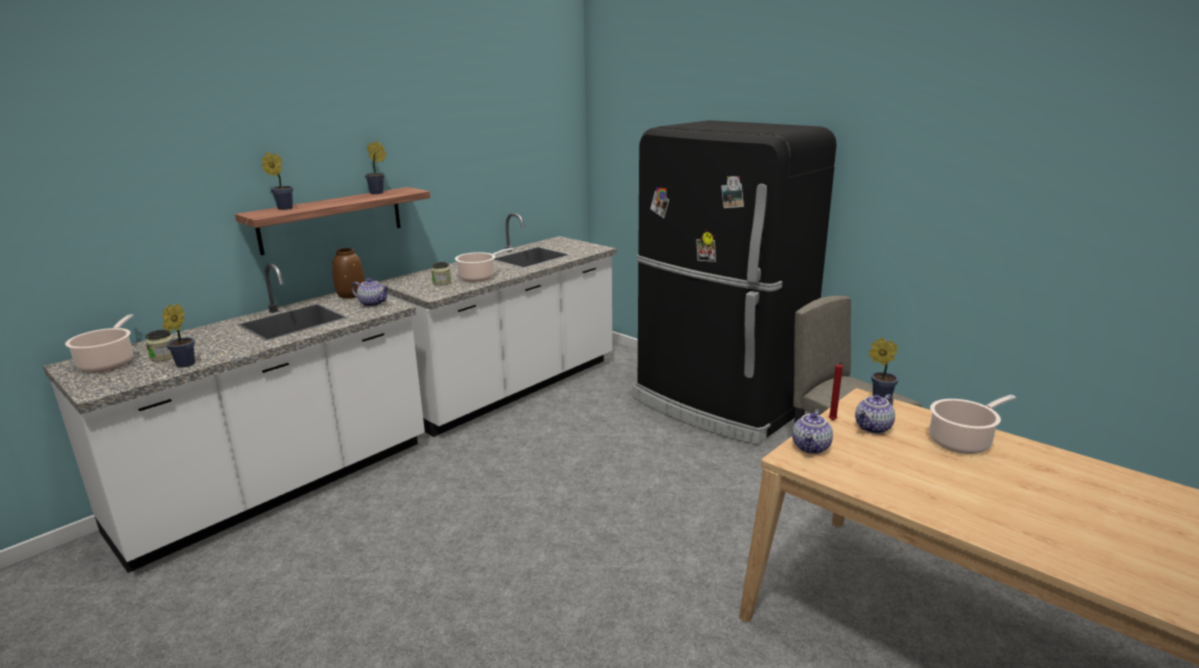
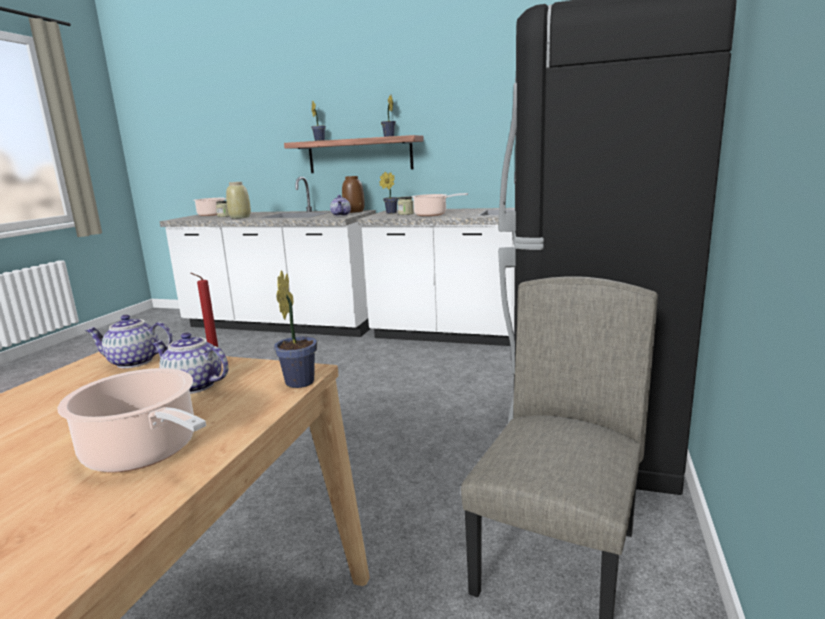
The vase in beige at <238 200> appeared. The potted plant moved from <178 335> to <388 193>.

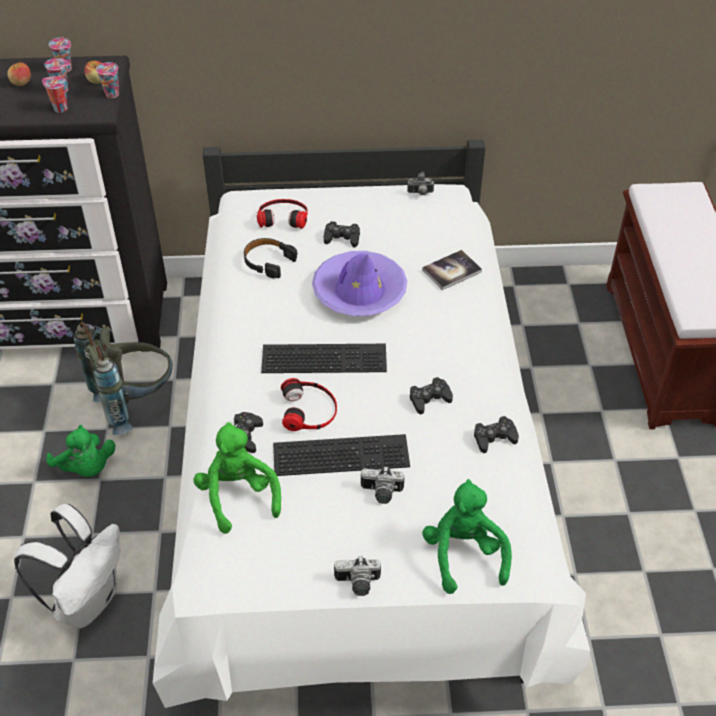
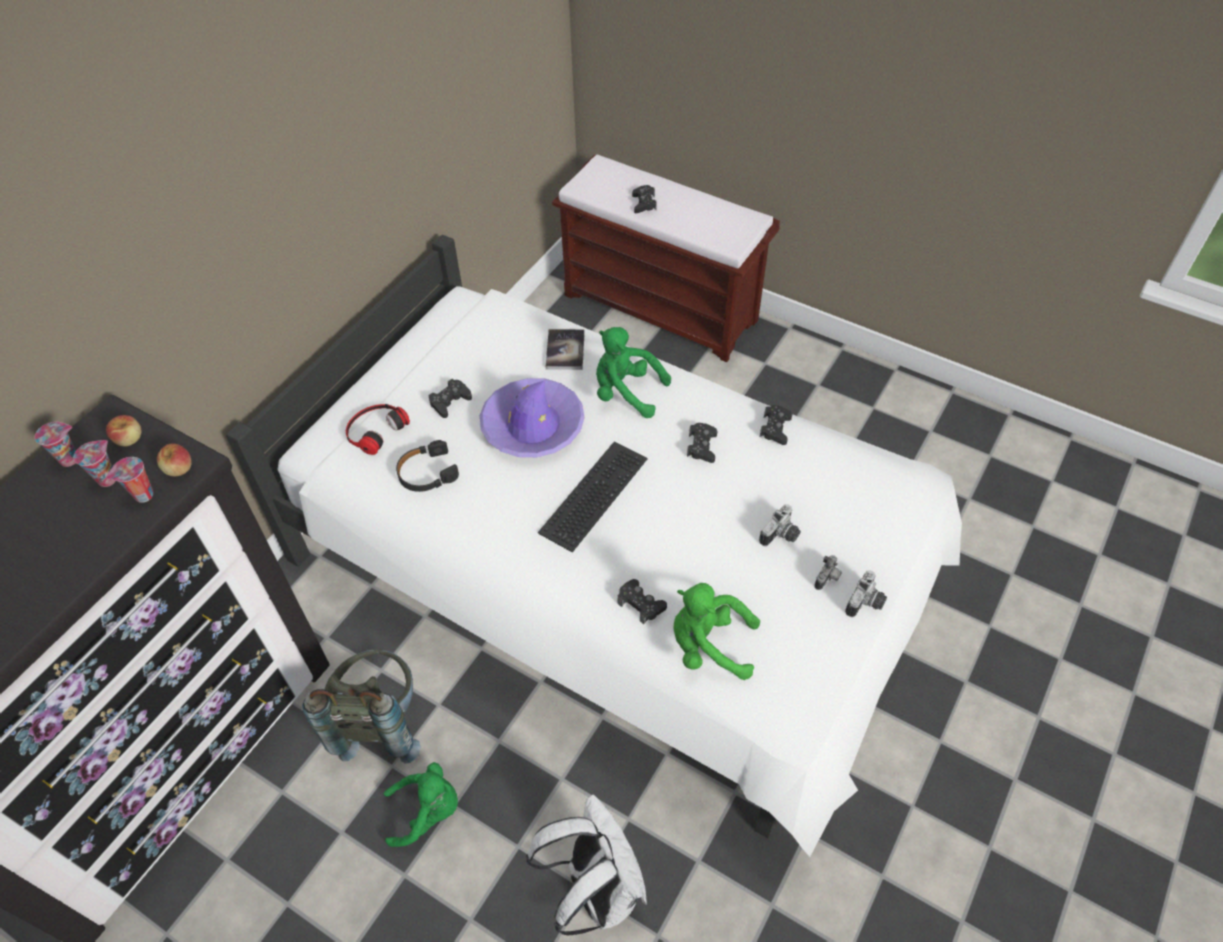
The apple moved from <19 74> to <174 460>. The plush toy in green moved from <467 536> to <633 372>. The game controller in black at <644 199> appeared. The photo camera moved from <420 183> to <828 572>. The cup at <107 80> disappeared. The keyboard at <341 455> disappeared. The headphones at <309 404> disappeared.

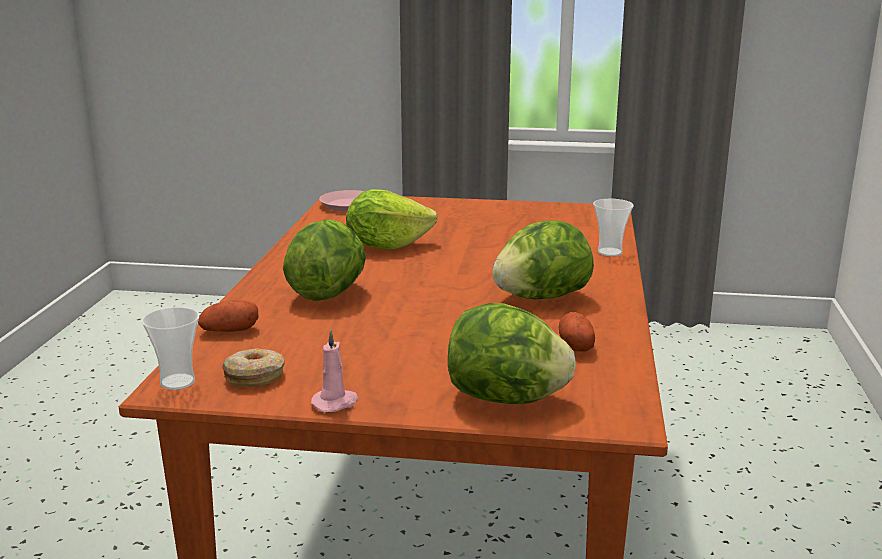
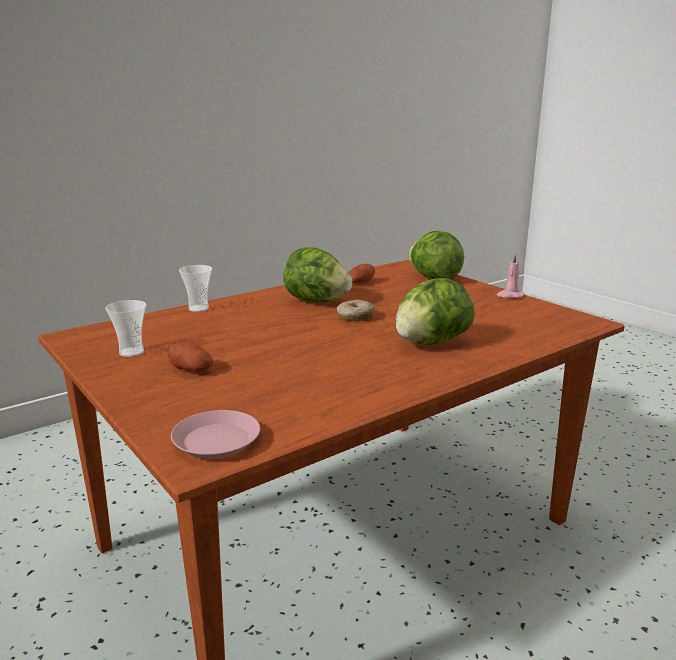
The cup moved from <170 348> to <125 328>. The potato moved from <228 316> to <190 357>. The donut moved from <253 367> to <356 310>. The lettuce at <392 219> disappeared.

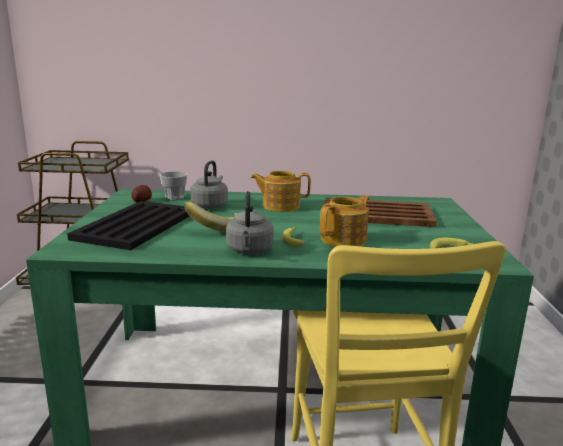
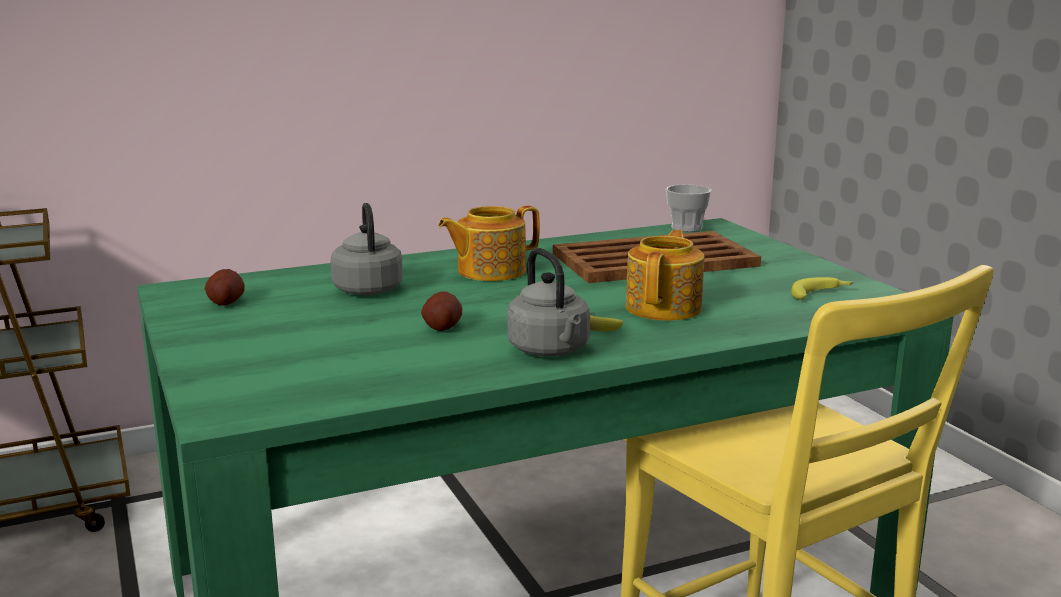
The banana at <211 217> was replaced by the potato at <441 311>. The cup moved from <174 185> to <688 208>. The tray in black at <128 225> disappeared.

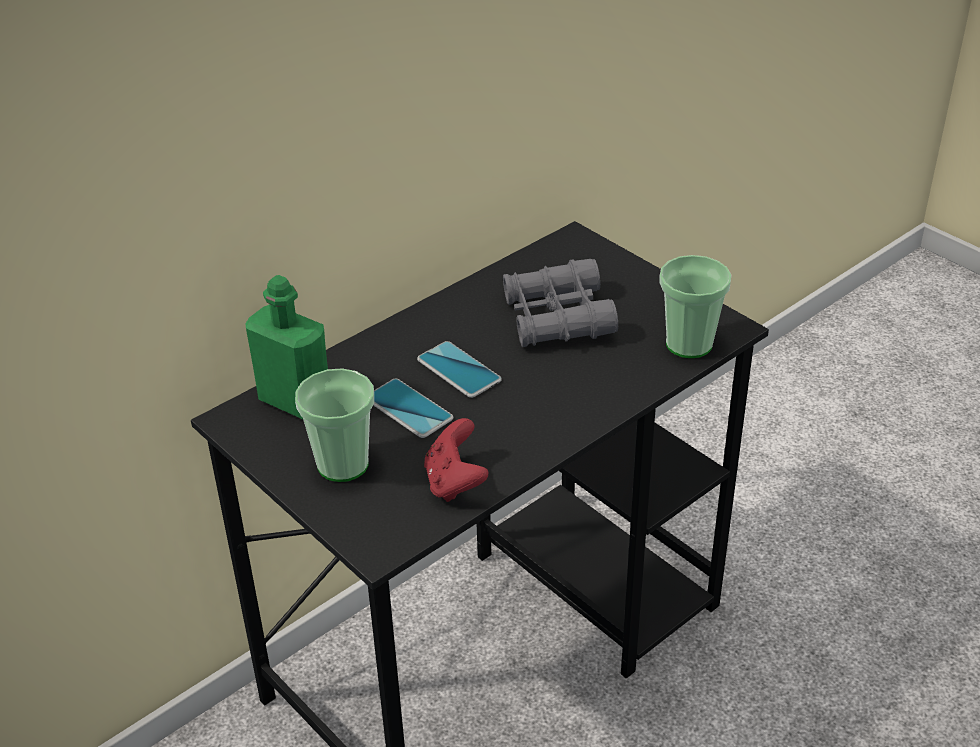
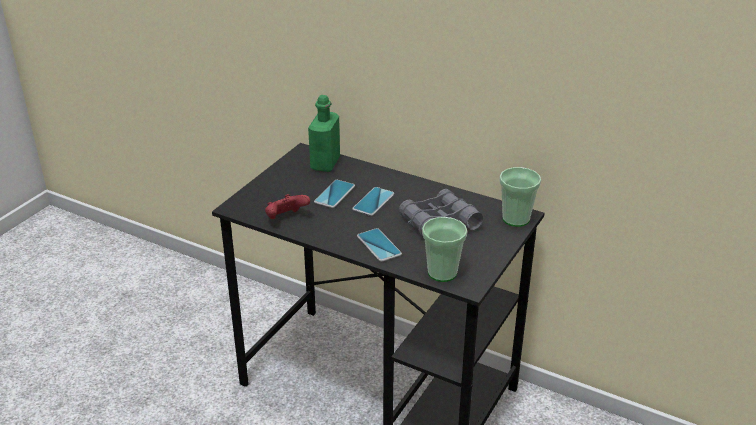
The phone at <379 245> appeared. The cup moved from <334 425> to <520 197>.

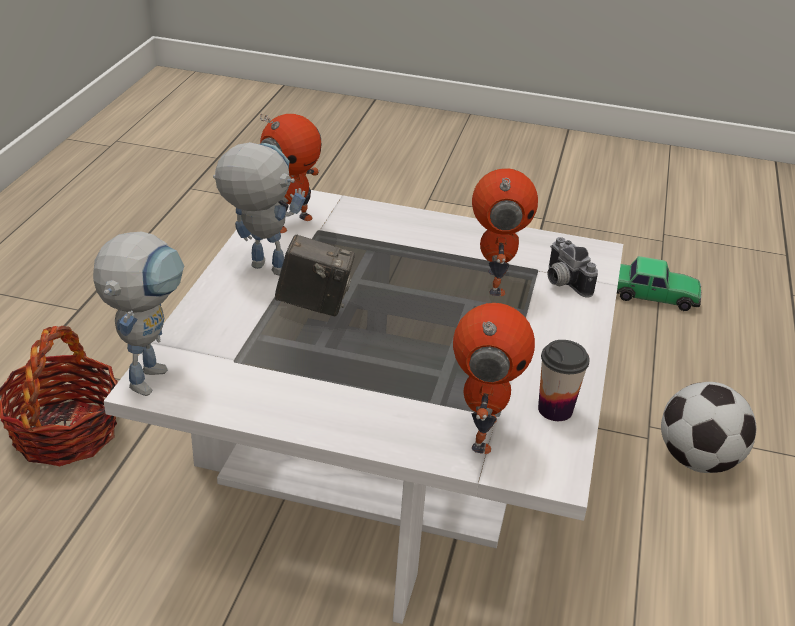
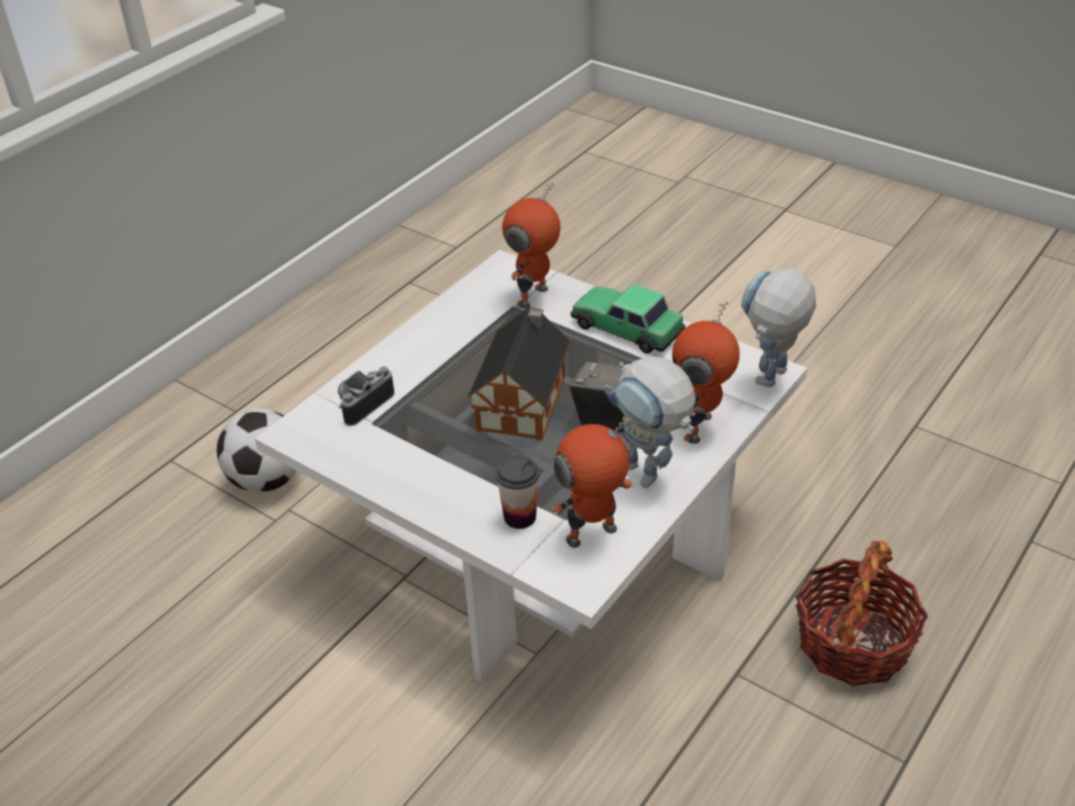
The photo camera at <572 267> turned 135 degrees counterclockwise. The toy house at <519 374> appeared. The cup moved from <564 380> to <517 492>. The toy car moved from <659 283> to <628 319>. The toy robot moved from <505 232> to <706 373>.

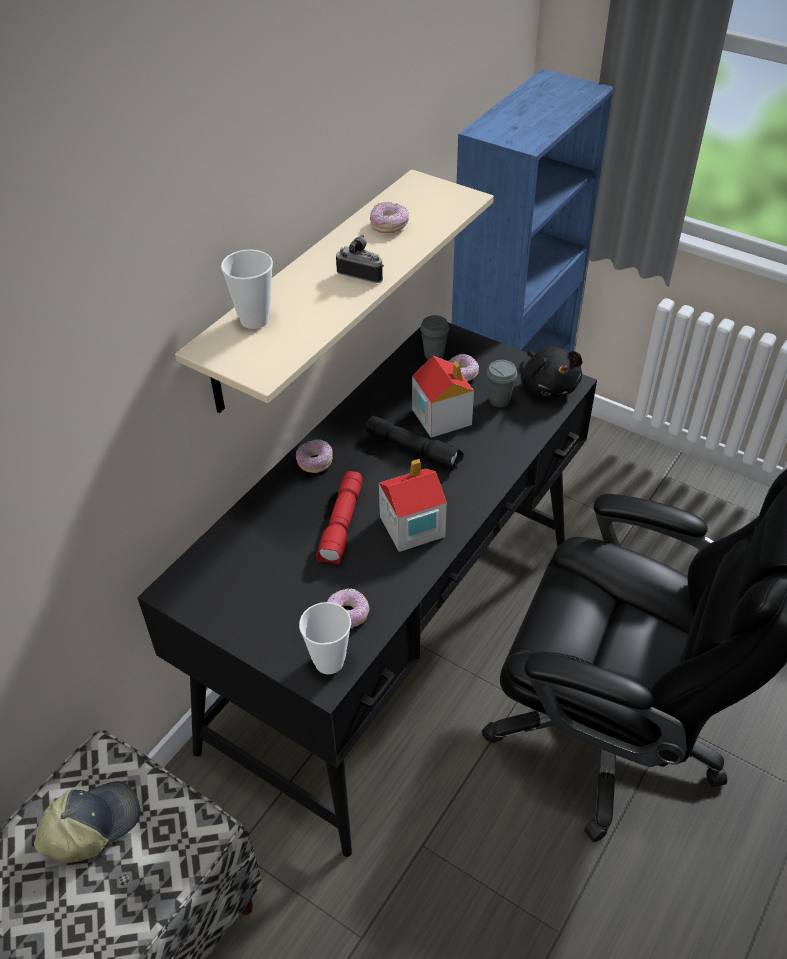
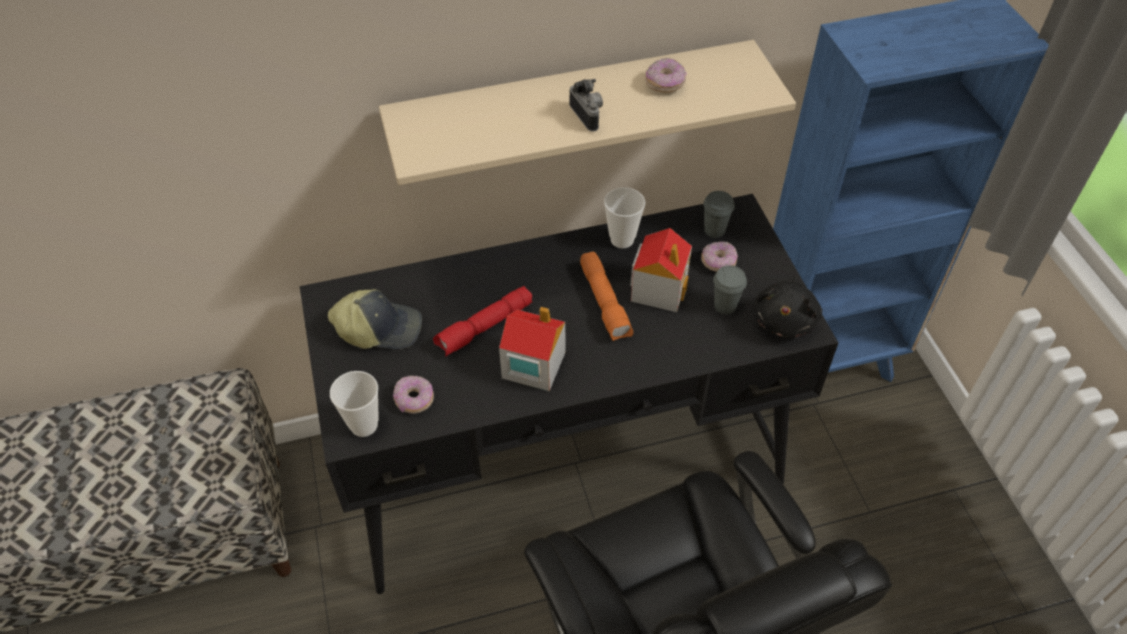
The cap moved from <87 822> to <375 319>. The flashlight in black at <414 443> became the flashlight in orange at <606 296>. The cup moved from <247 289> to <624 217>. The donut at <314 456> disappeared.

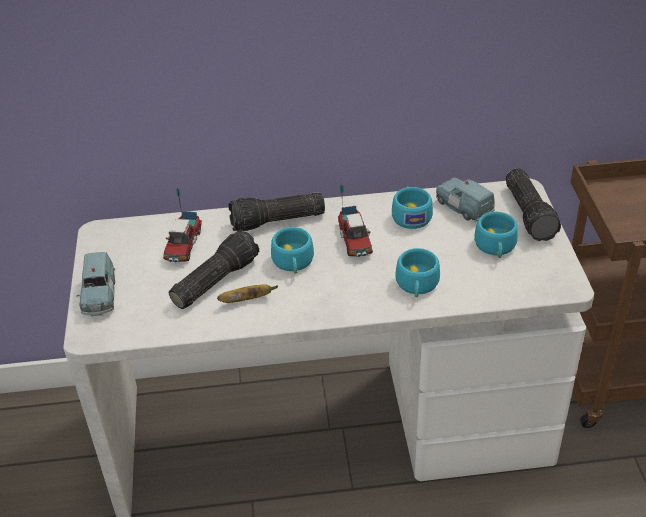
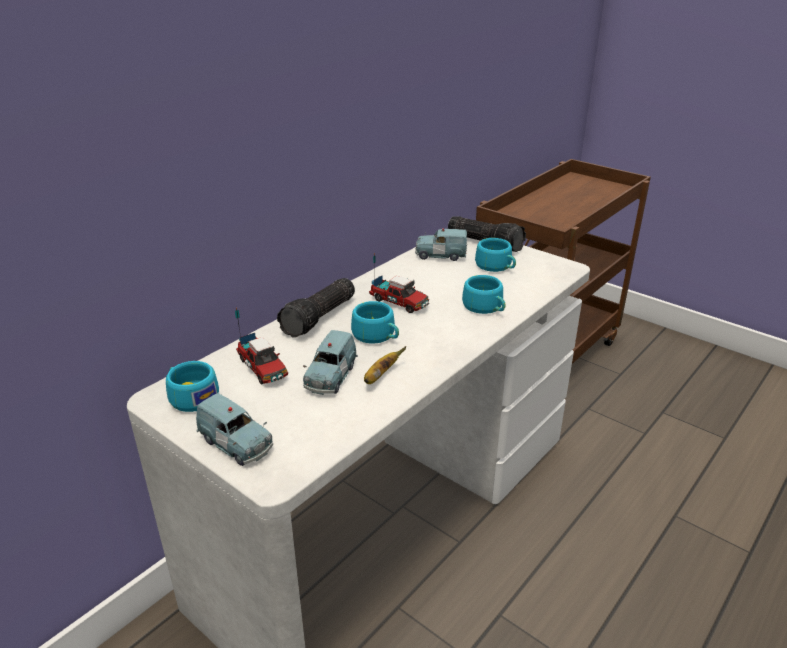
The cup in turquoise moved from <412 207> to <192 386>. The flashlight at <214 269> was replaced by the toy car in blue at <330 362>.

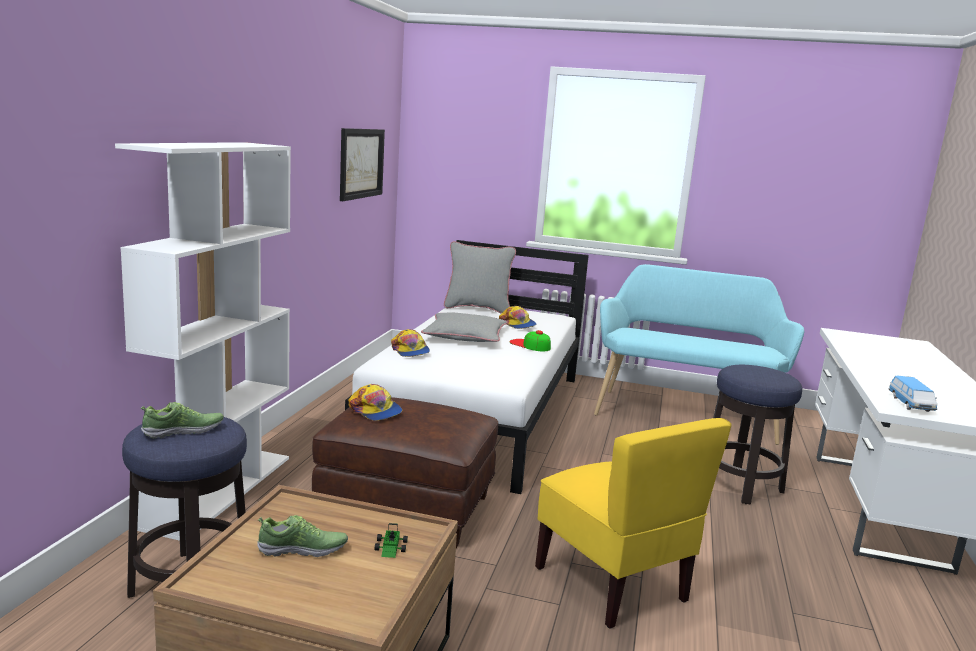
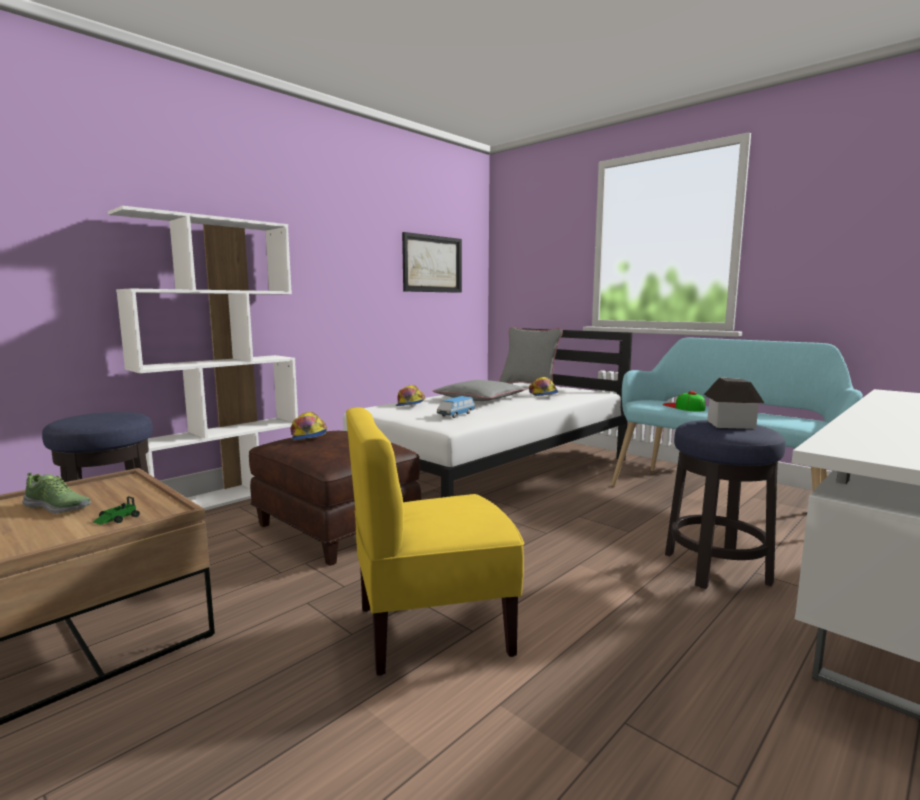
The chair in yellow at <633 523> turned 75 degrees clockwise. The toy car moved from <913 394> to <456 407>. The cap moved from <530 340> to <684 401>. The toy house at <734 403> appeared. The shoe at <182 420> disappeared.

